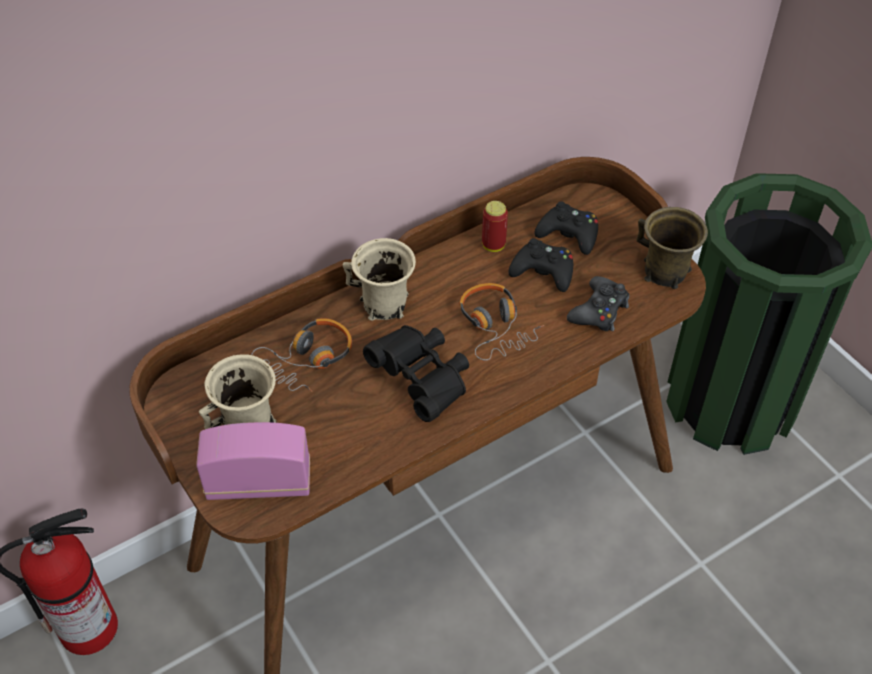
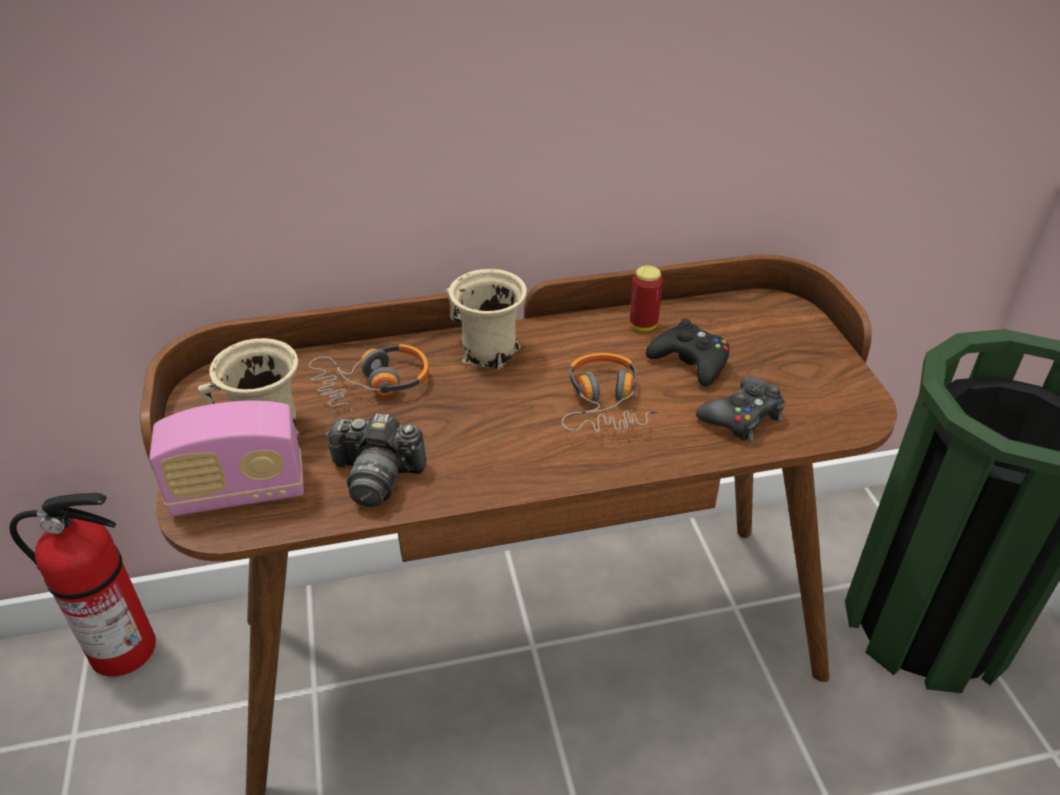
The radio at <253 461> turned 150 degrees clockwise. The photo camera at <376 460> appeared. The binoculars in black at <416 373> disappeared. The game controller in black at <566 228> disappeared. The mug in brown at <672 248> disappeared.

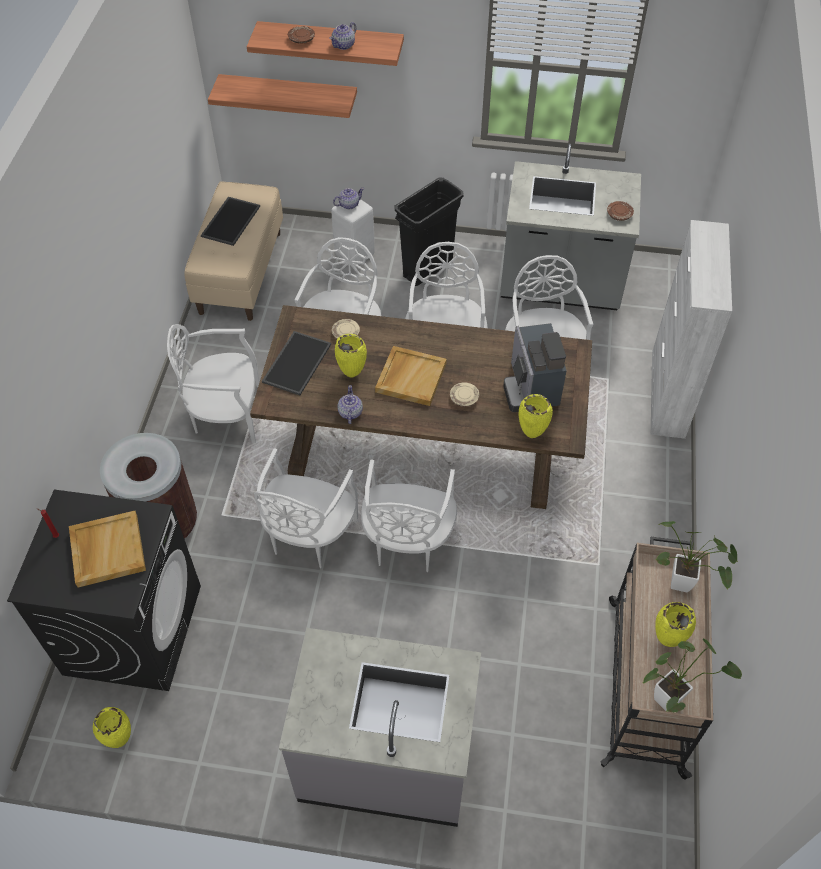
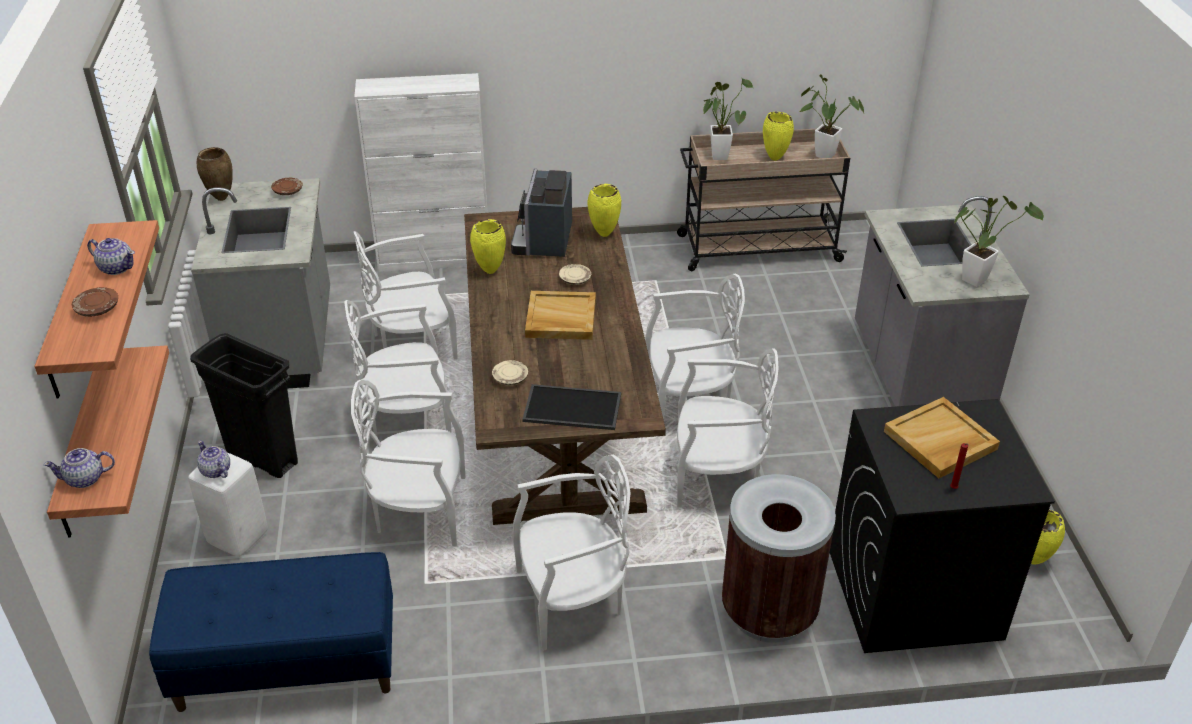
The teapot moved from <350 404> to <79 468>. The bench in beige at <233 251> became the bench in blue at <271 632>. The vase in brown at <215 174> appeared. The vase in yellow moved from <351 356> to <488 246>. The coffee machine at <535 367> turned 120 degrees clockwise. The chair in white at <213 383> turned 90 degrees counterclockwise. The potted plant at <999 241> appeared. The tray at <230 221> disappeared.

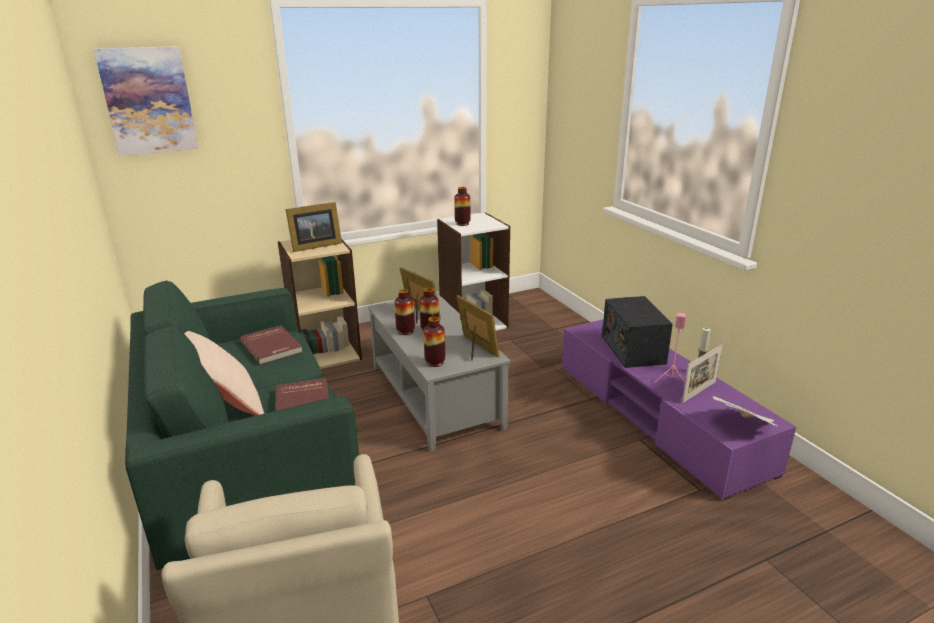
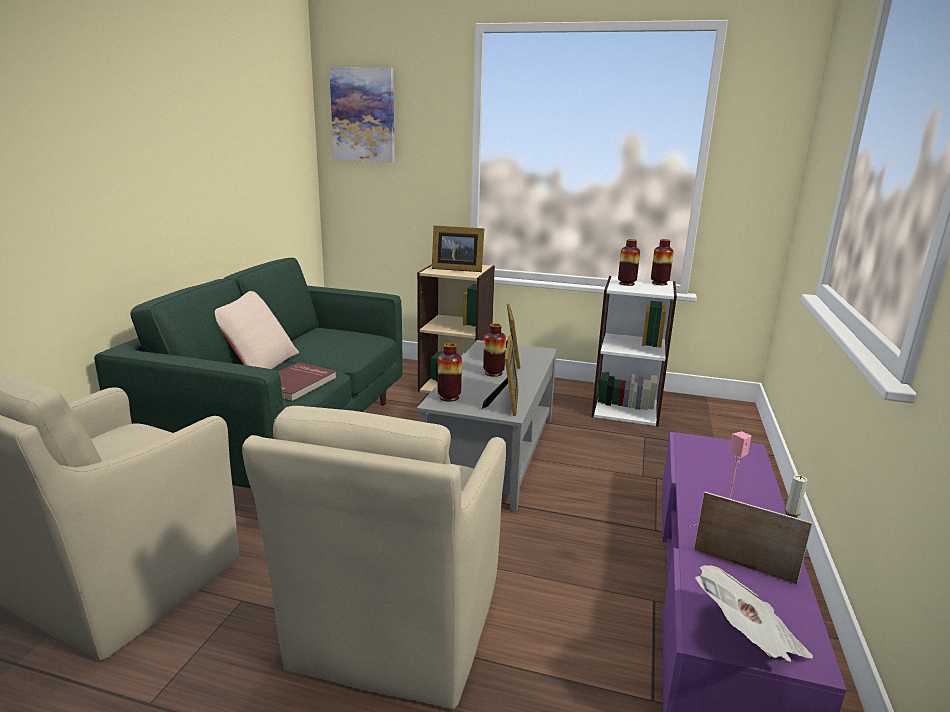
The armchair in beige at <374 557> appeared. The vase moved from <404 312> to <662 262>. The picture frame at <702 374> turned 150 degrees counterclockwise. The book in red at <271 345> disappeared. The radio at <637 332> disappeared.

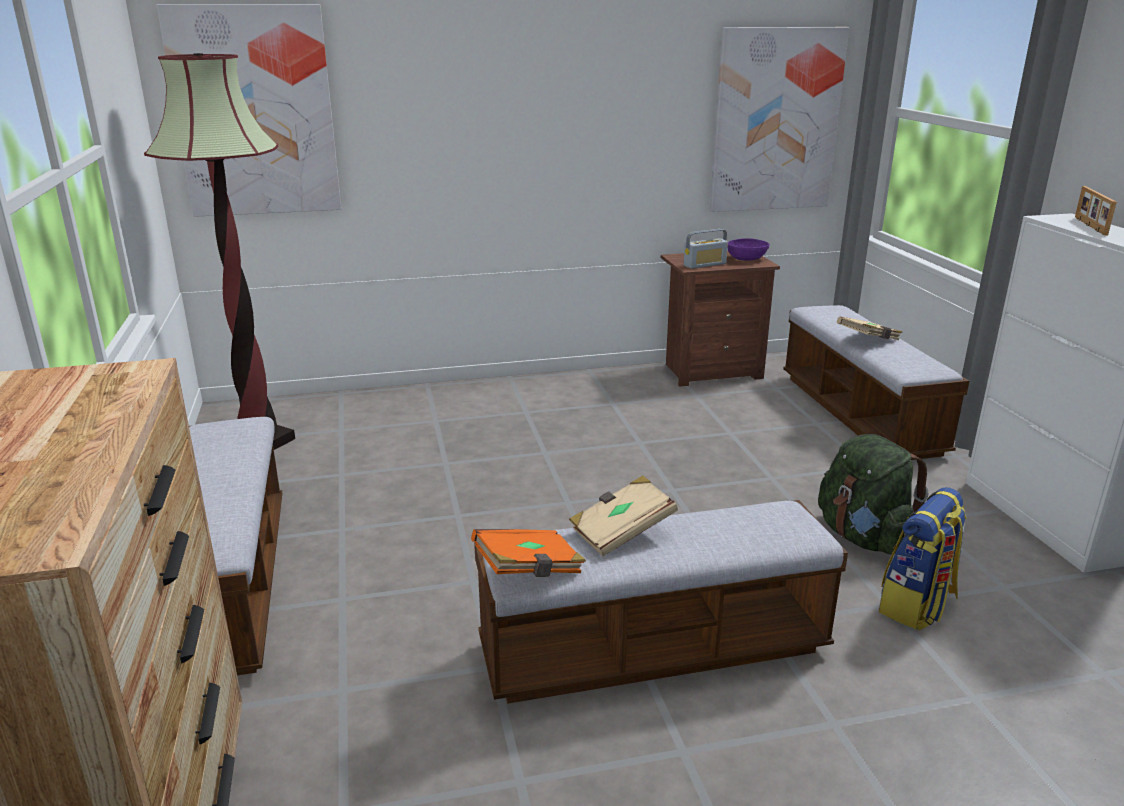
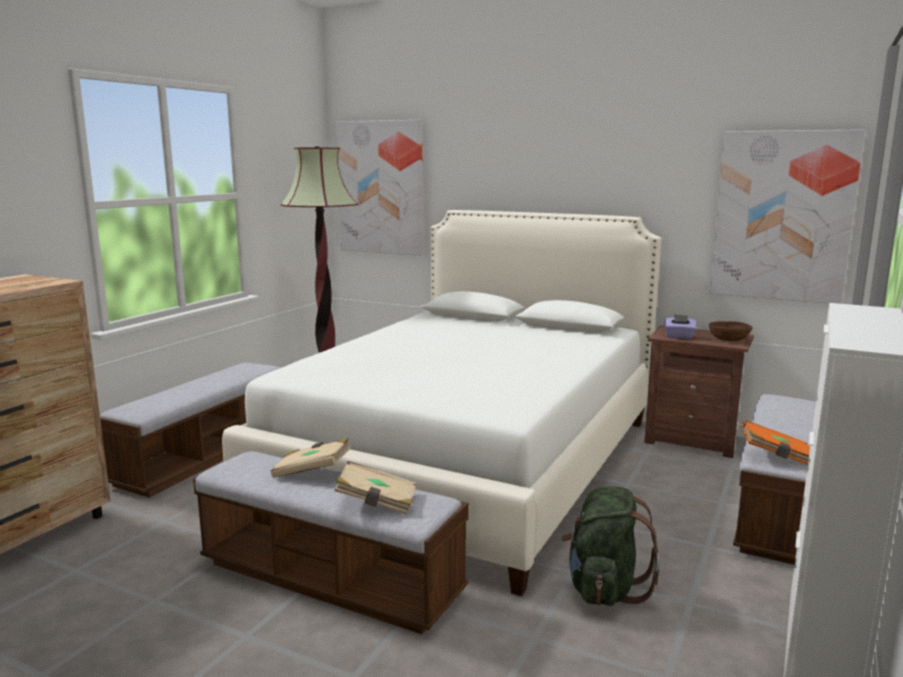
The bed in white at <441 403> appeared. The book in beige moved from <870 328> to <375 488>. The radio at <706 249> was replaced by the tissue box in purple at <680 326>. The bowl in purple at <748 249> became the bowl in brown at <730 331>. The book in orange moved from <528 553> to <776 442>. The backpack at <923 558> disappeared. The picture frame at <1096 210> disappeared.

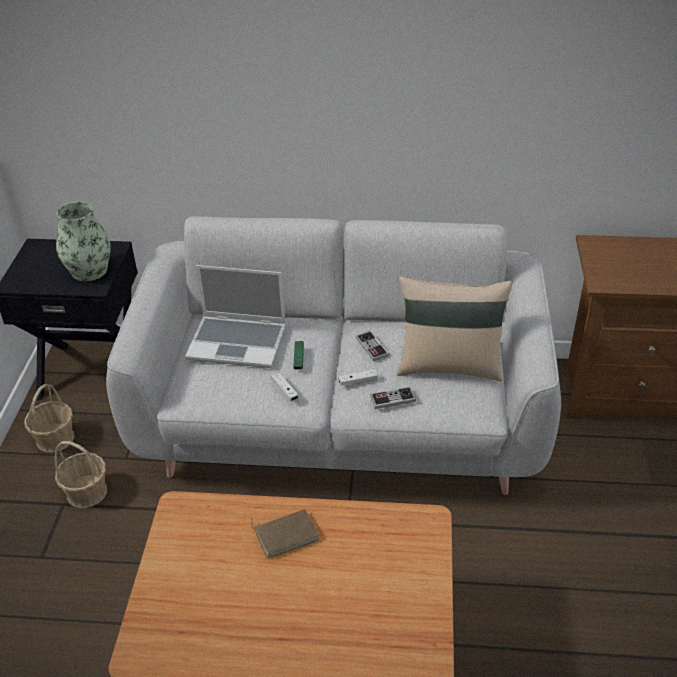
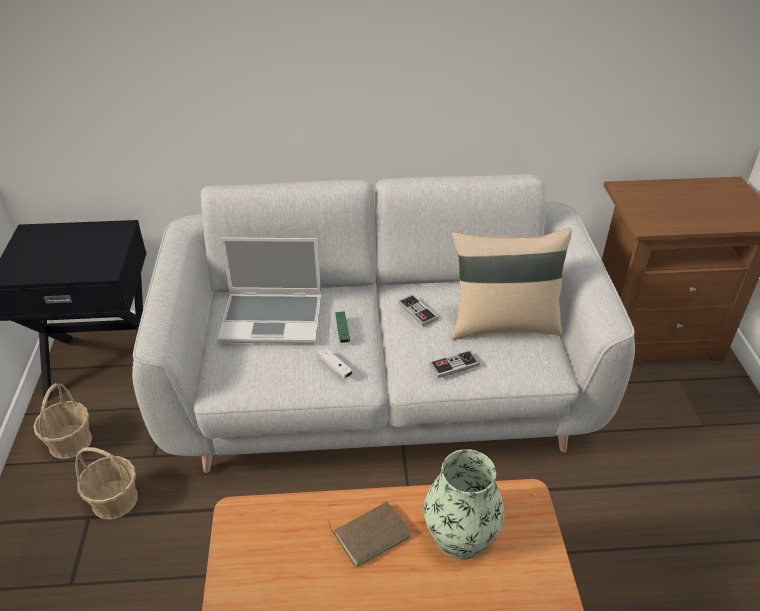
The vase moved from <83 241> to <464 504>. The game controller in white at <358 377> disappeared.

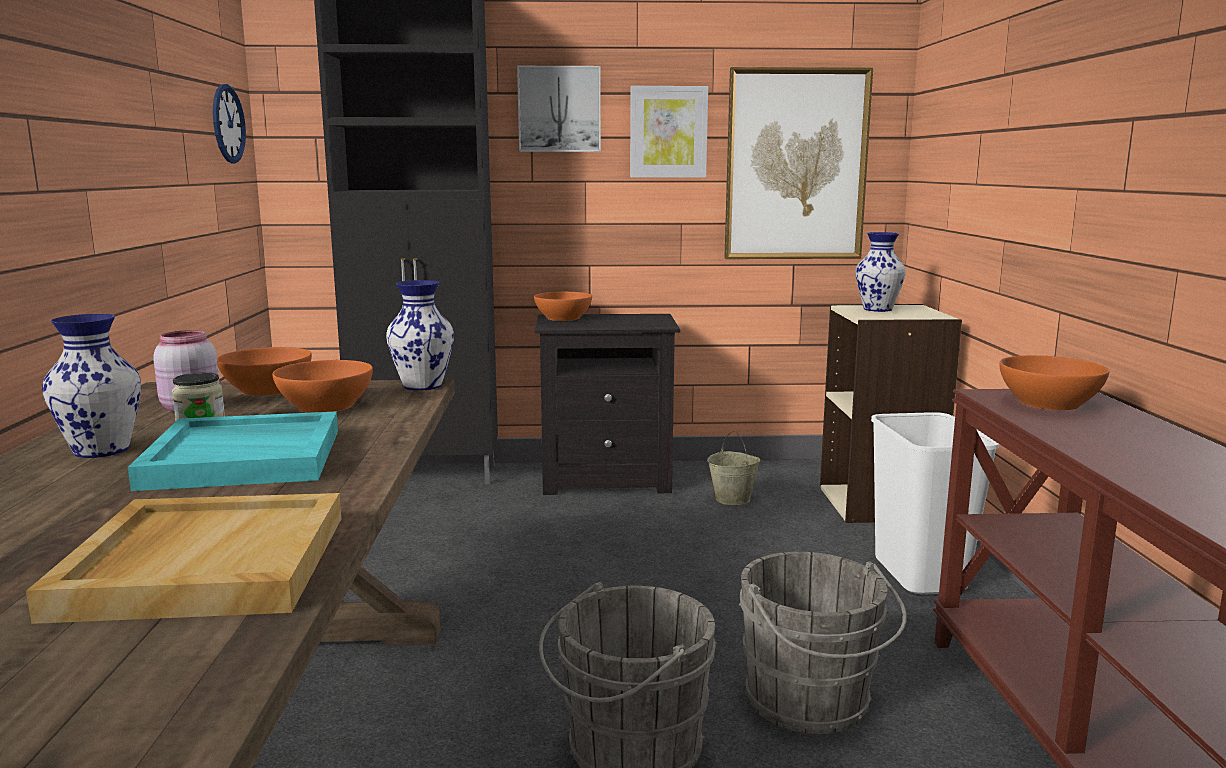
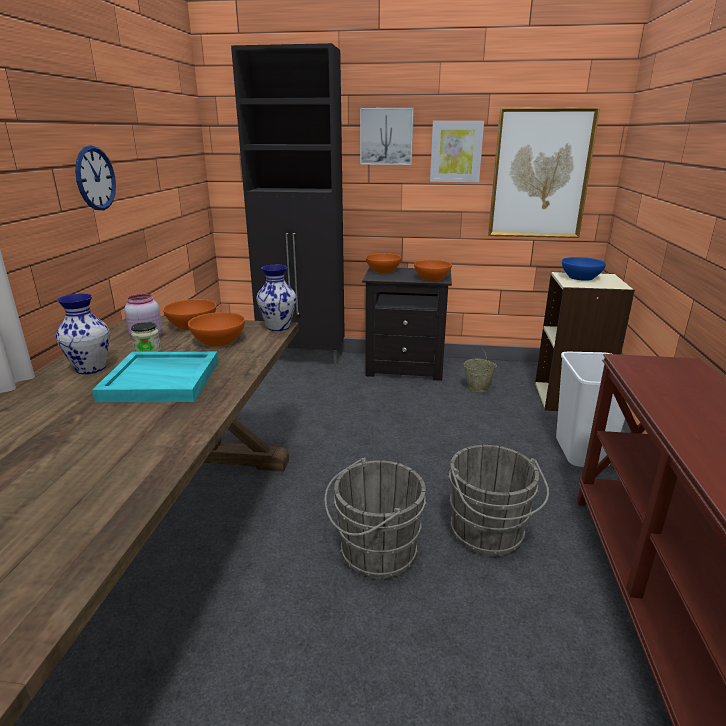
The wall clock moved from <229 123> to <95 177>. The bowl in orange moved from <1054 382> to <433 270>. The vase at <881 272> was replaced by the bowl in blue at <584 269>. The tray in beige at <183 558> disappeared.

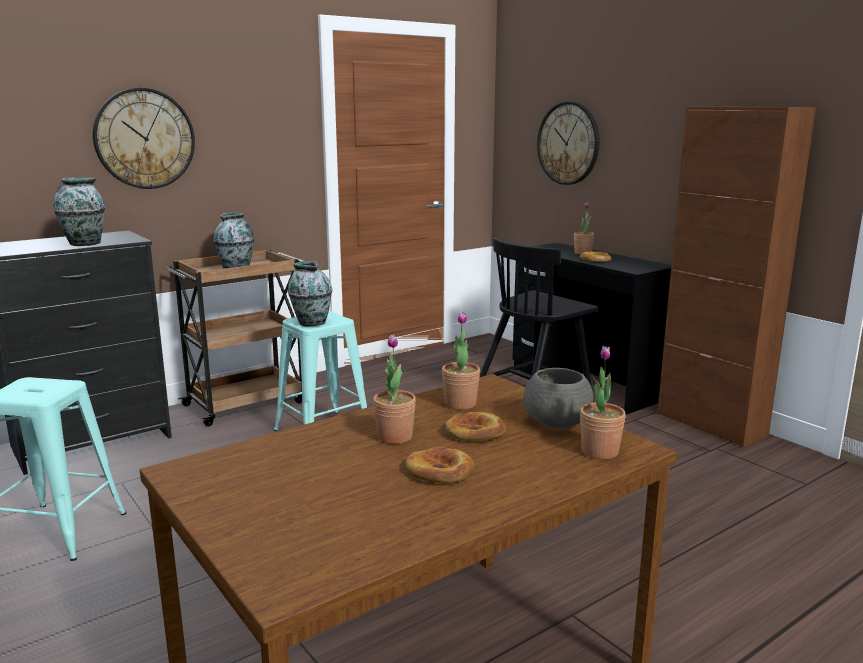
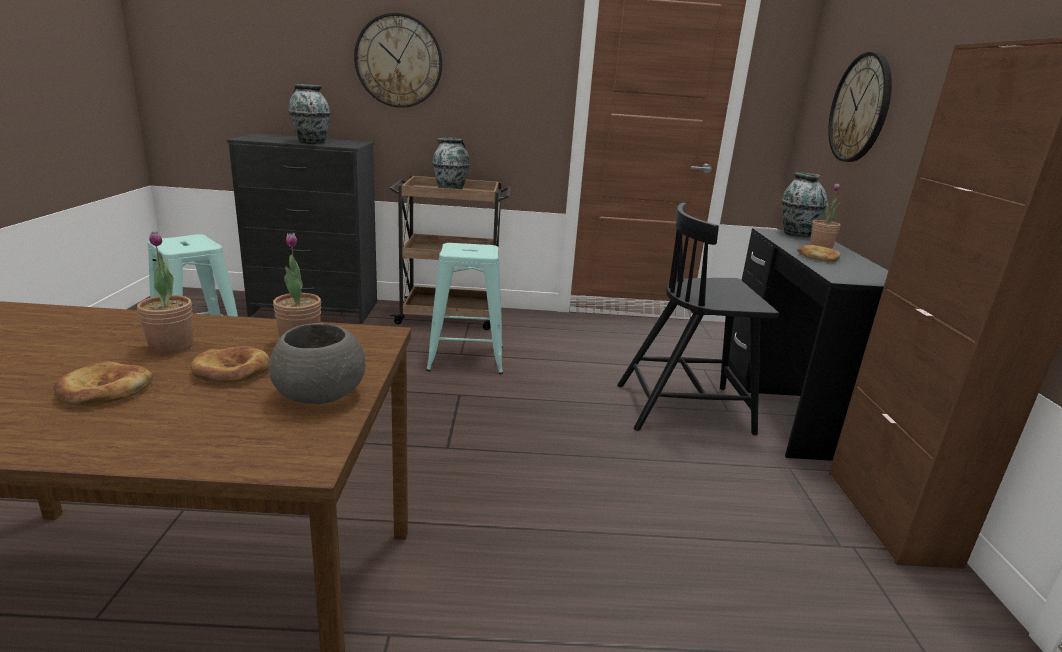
The vase moved from <310 293> to <805 205>. The potted plant at <603 402> disappeared.

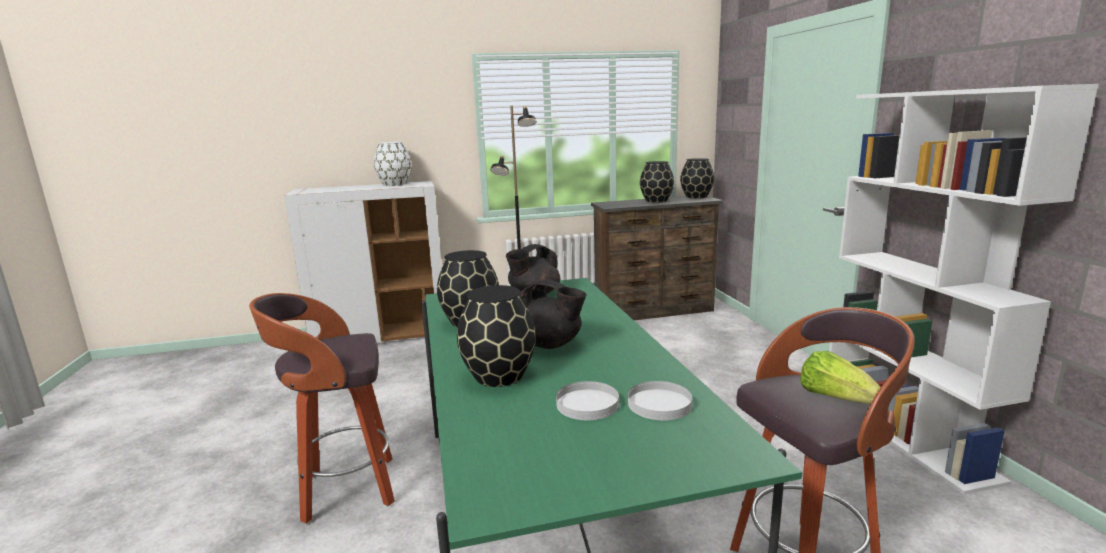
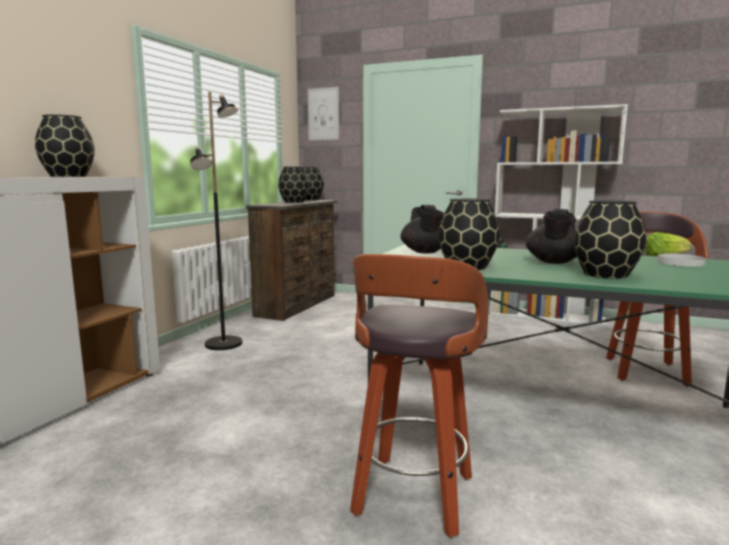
The vase in white at <393 164> became the vase in black at <65 146>. The picture at <323 113> appeared. The teapot in black at <553 314> turned 135 degrees clockwise. The plate in white at <587 400> disappeared.

